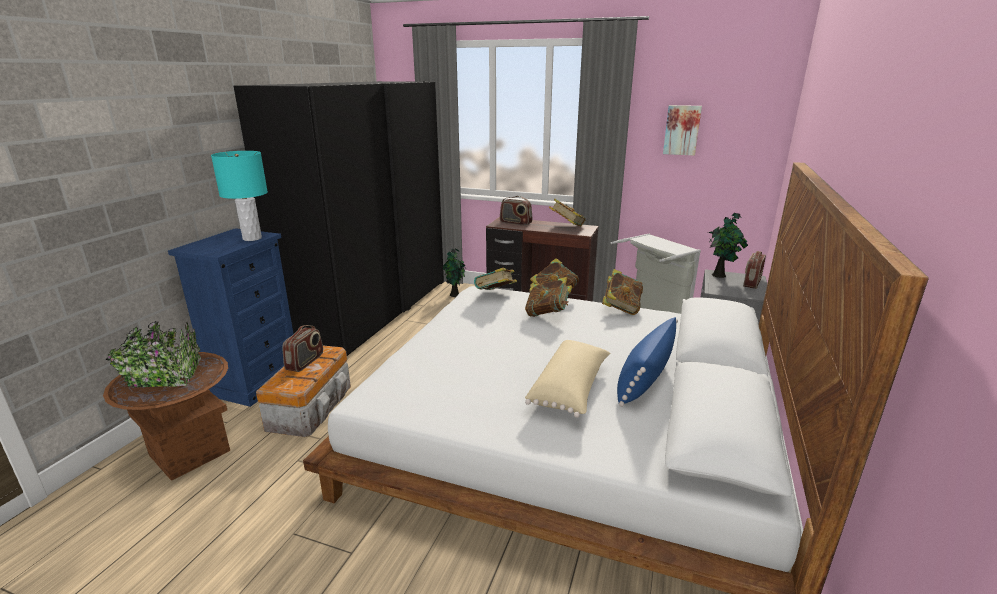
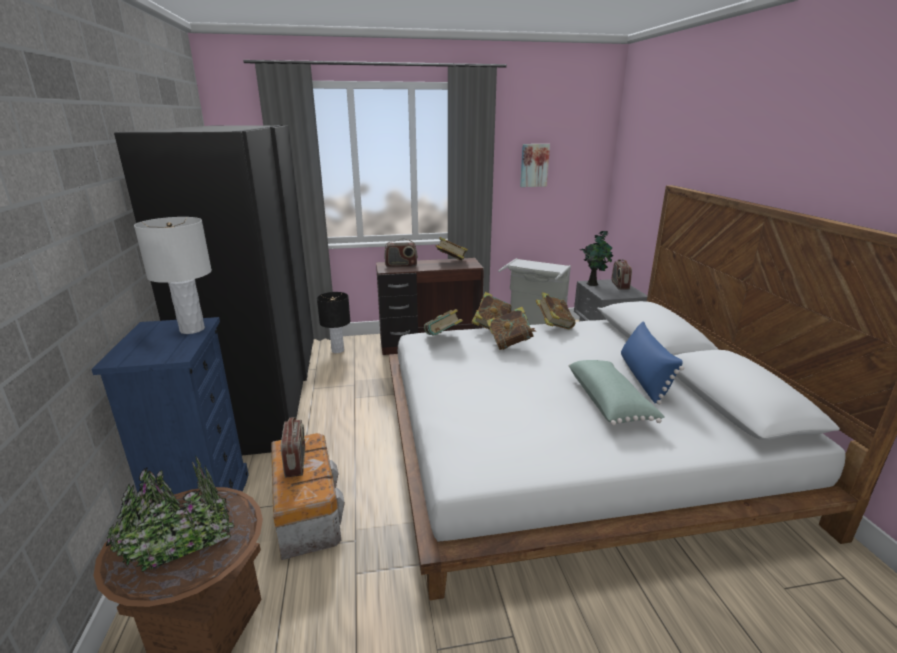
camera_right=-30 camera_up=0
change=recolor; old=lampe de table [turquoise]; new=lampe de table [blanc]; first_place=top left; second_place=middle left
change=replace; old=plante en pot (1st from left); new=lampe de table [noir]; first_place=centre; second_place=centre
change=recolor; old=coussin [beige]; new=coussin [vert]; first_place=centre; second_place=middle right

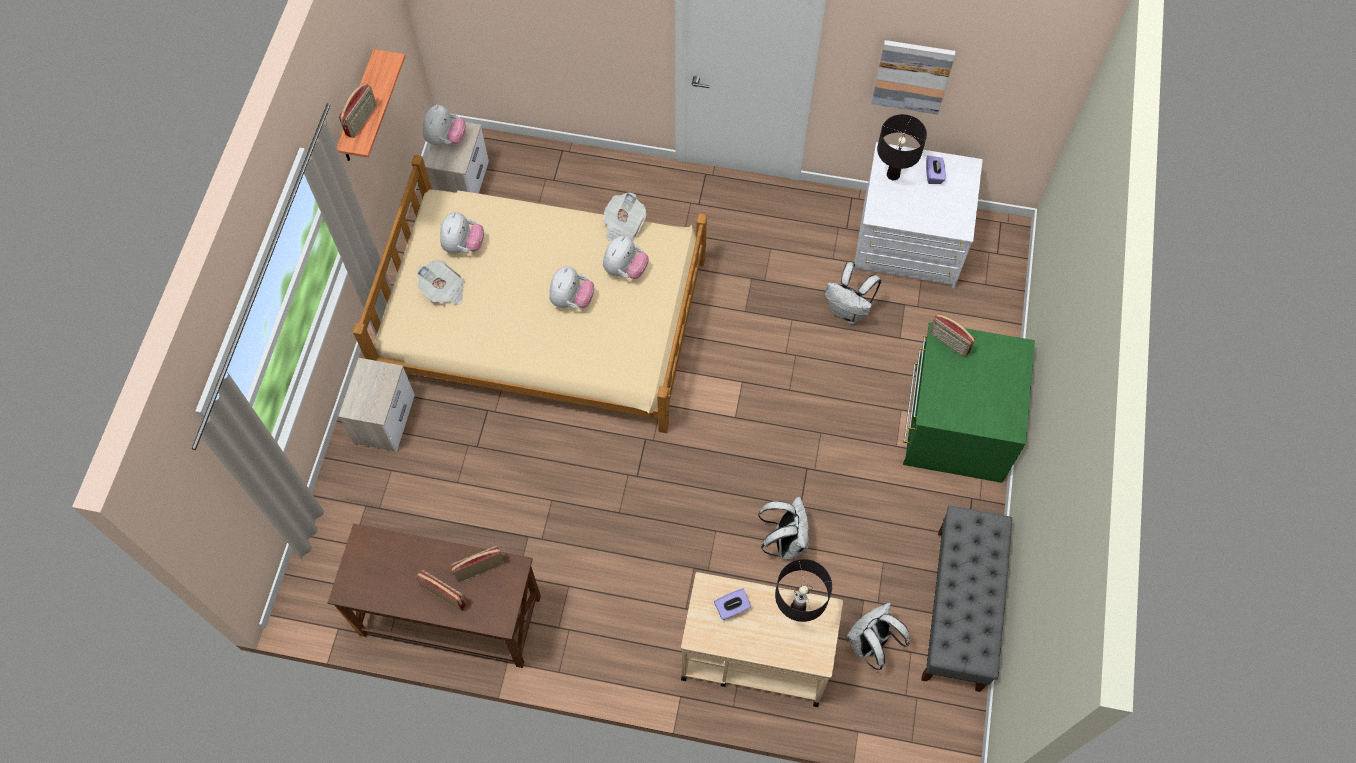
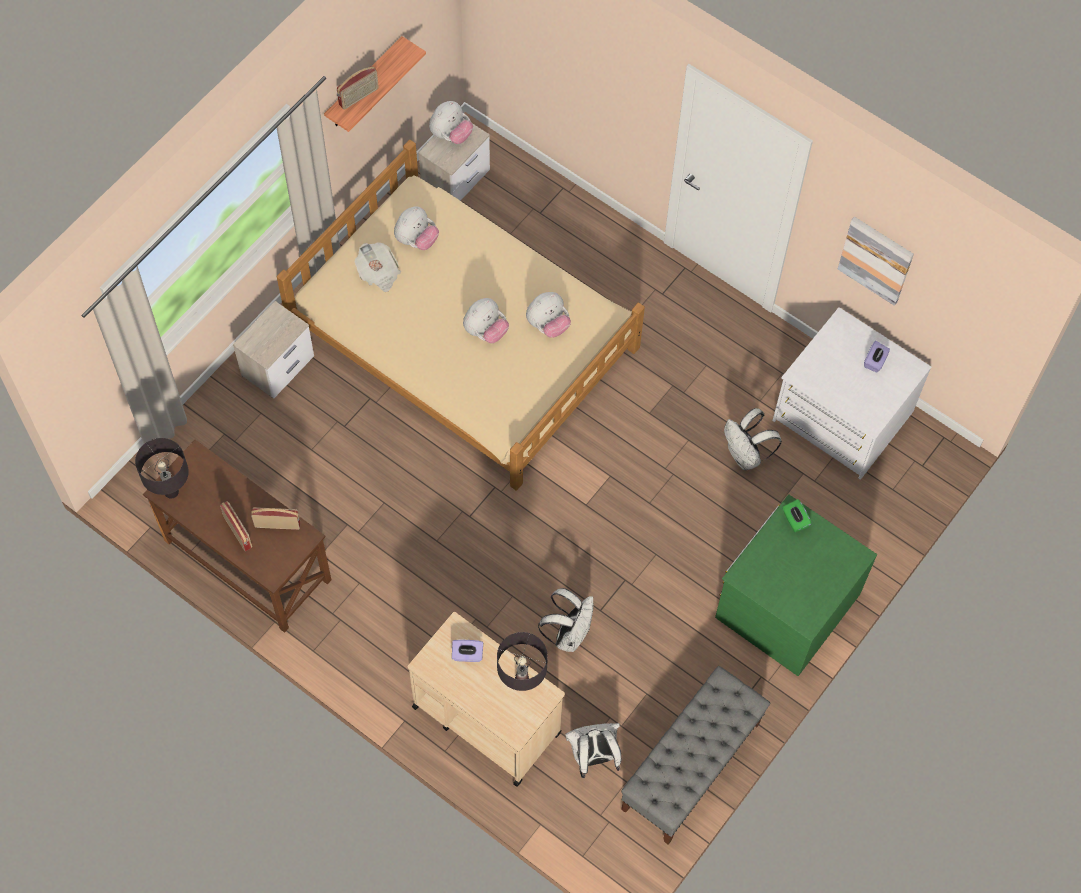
camera_right=25 camera_up=0
change=delete; old=journal (2nd from left); first_place=top centre
change=move; old=lampe de table [noir] (2nd from left in the first image); new=lampe de table [noir] (1st from left); first_place=top centre; second_place=middle left
change=replace; old=radio (4th from left); new=boîte à mouchoirs [vert]; first_place=middle right; second_place=middle right

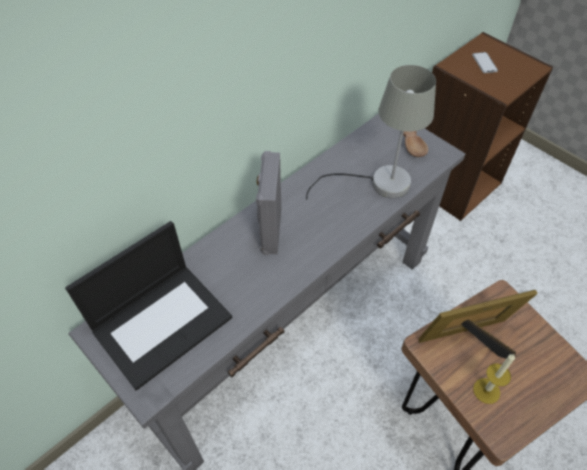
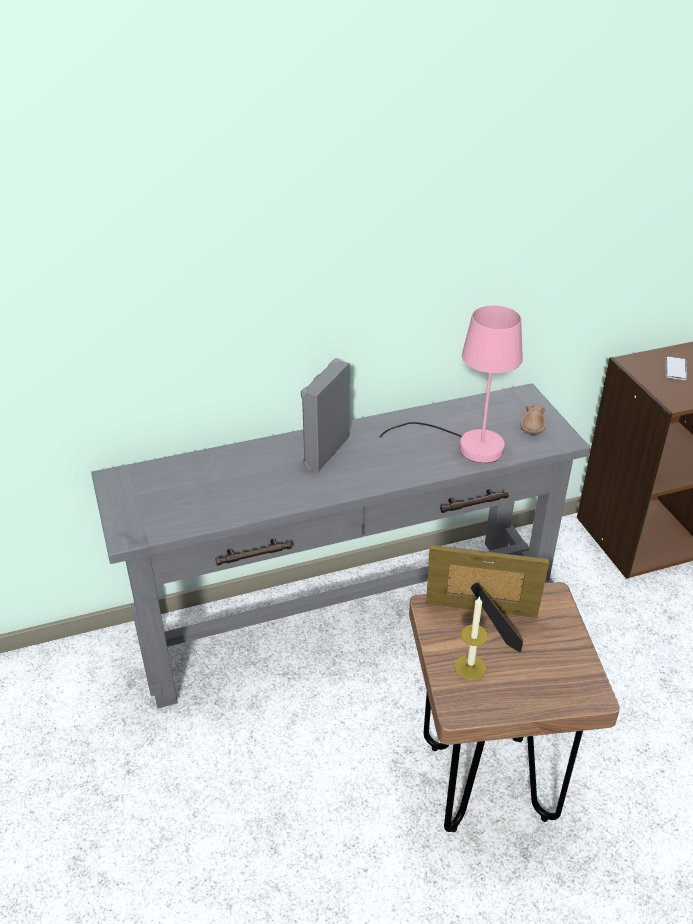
camera_right=25 camera_up=-15
change=delete; old=ordinateur portable; first_place=middle left
change=recolor; old=lampe de table [gris]; new=lampe de table [rose]; first_place=top centre; second_place=centre

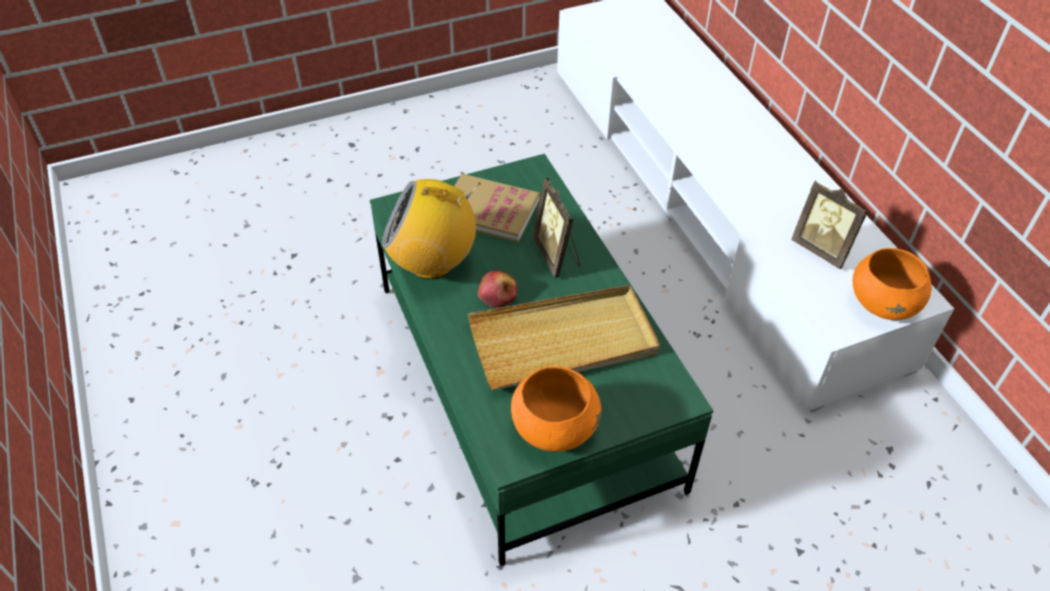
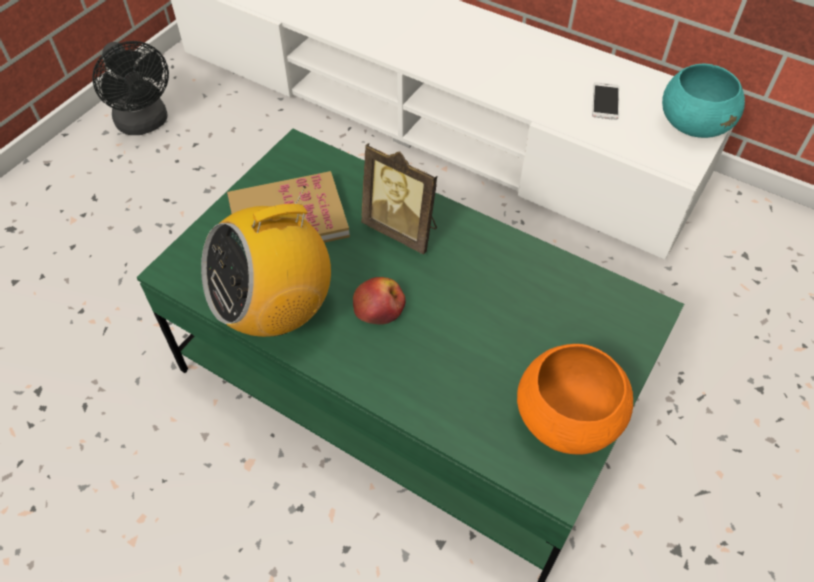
camera_right=-35 camera_up=5
change=delete; old=plateau [beige]; first_place=centre
change=replace; old=cadre photo (2nd from left); new=téléphone; first_place=middle right; second_place=top right
change=recolor; old=bol [orange] (2nd from left); new=bol [turquoise]; first_place=middle right; second_place=top right
change=insert; new=ventilateur [noir]; second_place=top left

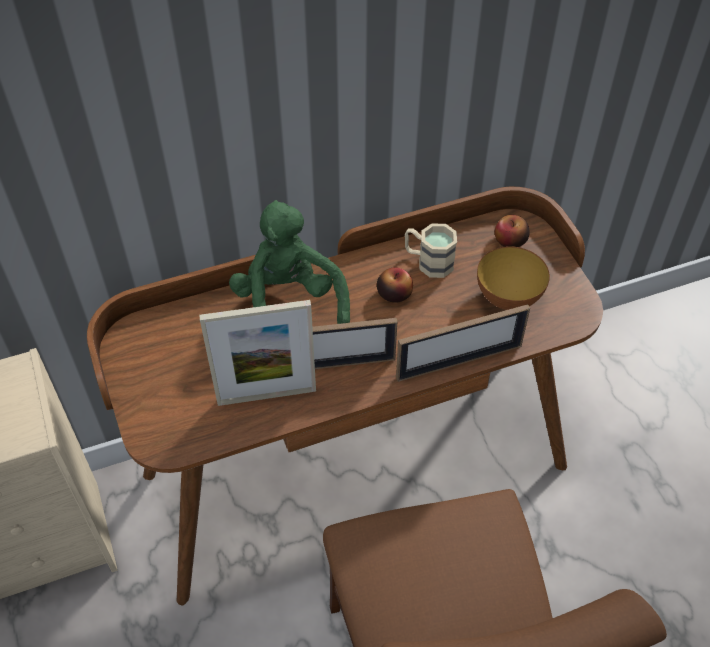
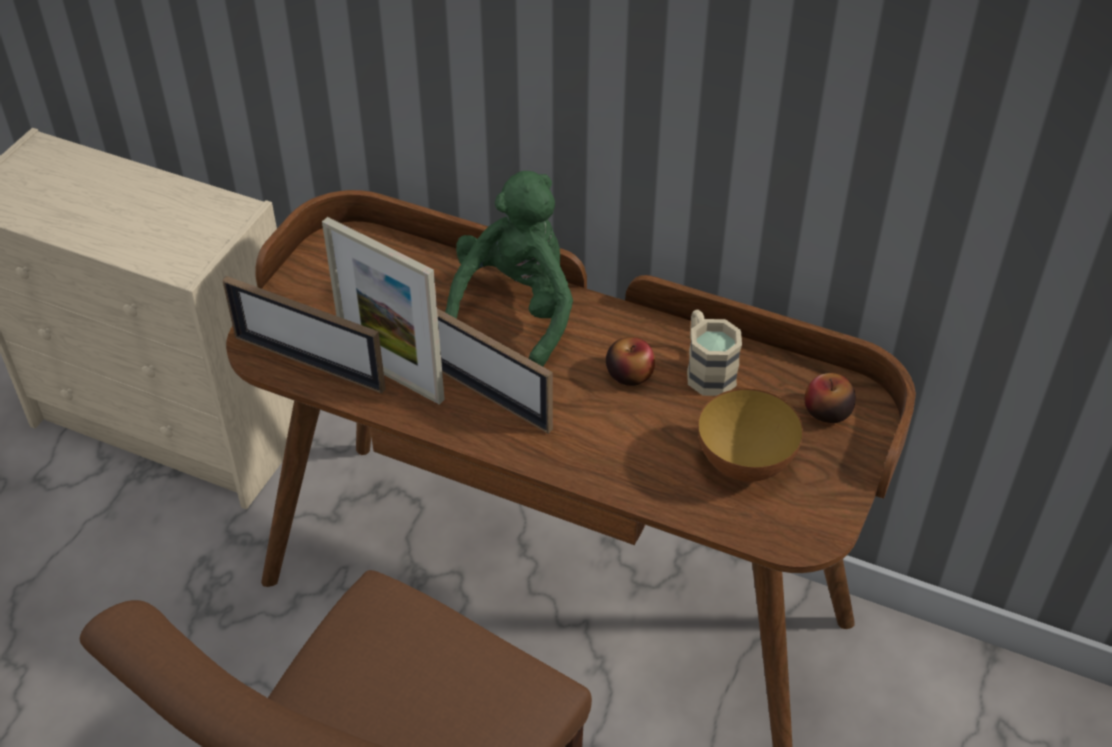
camera_right=45 camera_up=-5
change=move; old=cadre photo (3rd from left in the first image); new=cadre photo (1st from left); first_place=centre; second_place=middle left

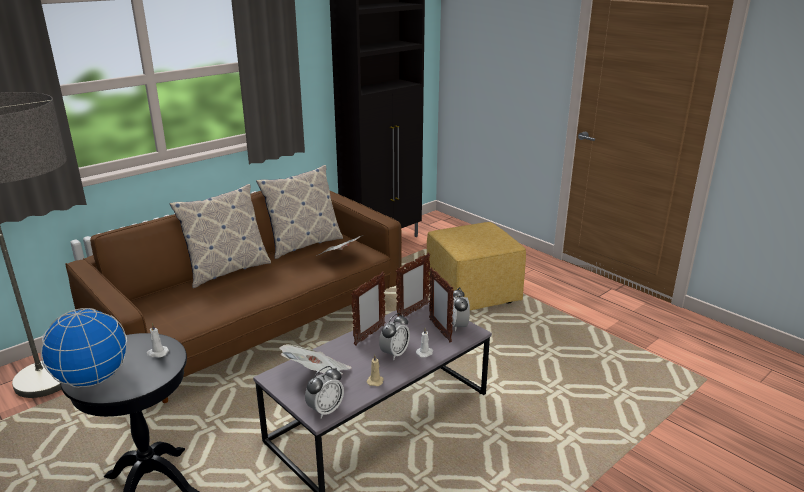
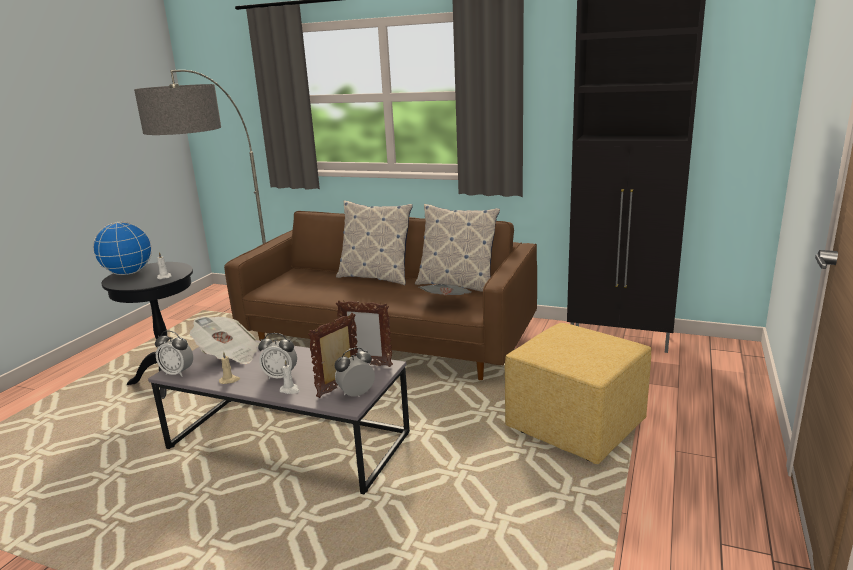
camera_right=65 camera_up=-5
change=delete; old=cadre photo (1st from left); first_place=centre

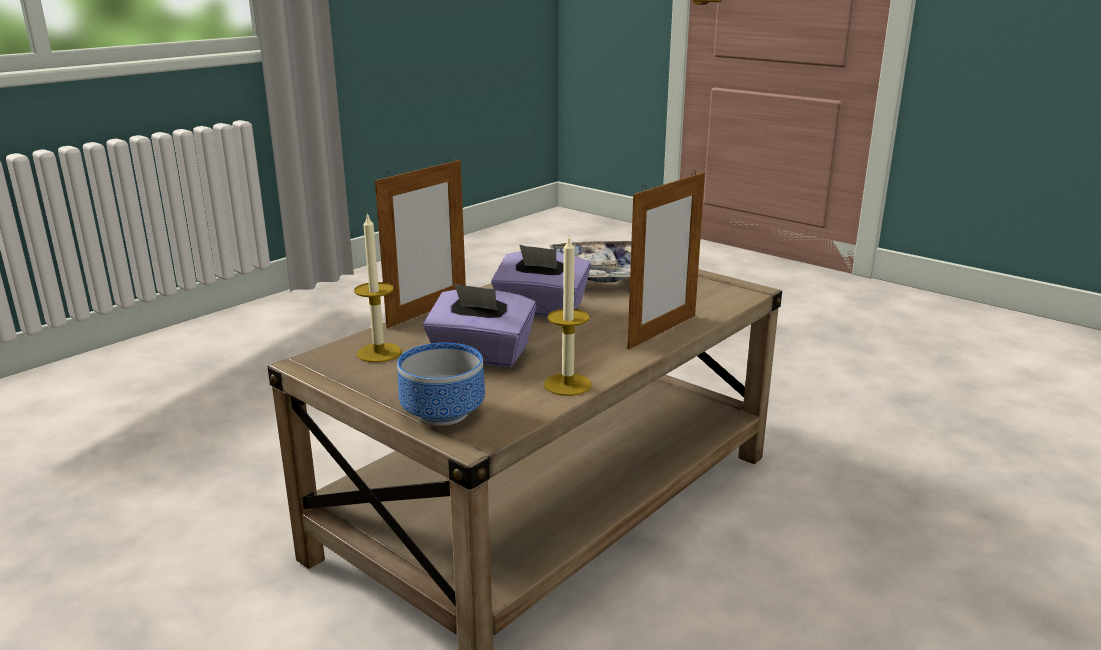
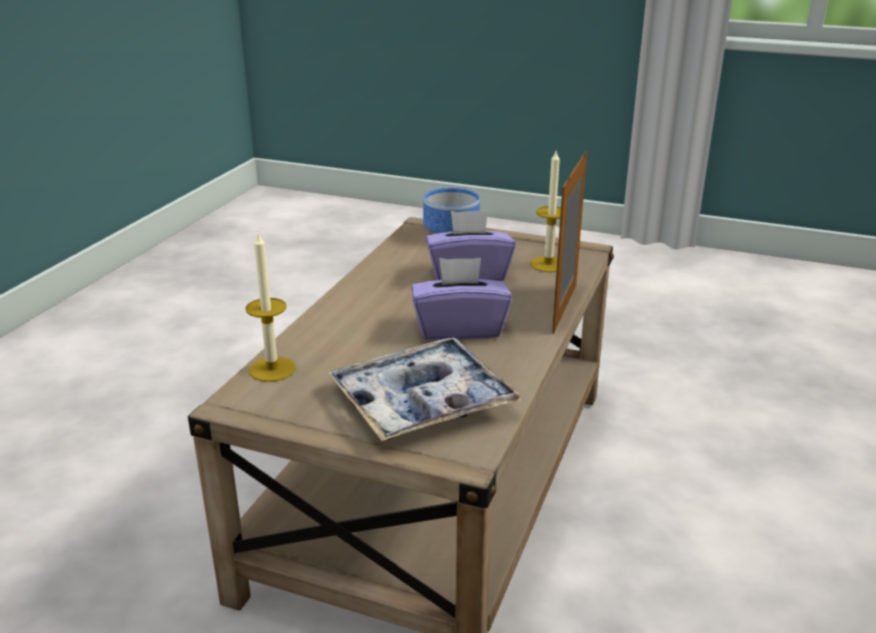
camera_right=160 camera_up=5
change=move; old=bougie (2nd from left in the first image); new=bougie (1st from left); first_place=centre; second_place=middle left
change=delete; old=cadre photo (2nd from left); first_place=centre

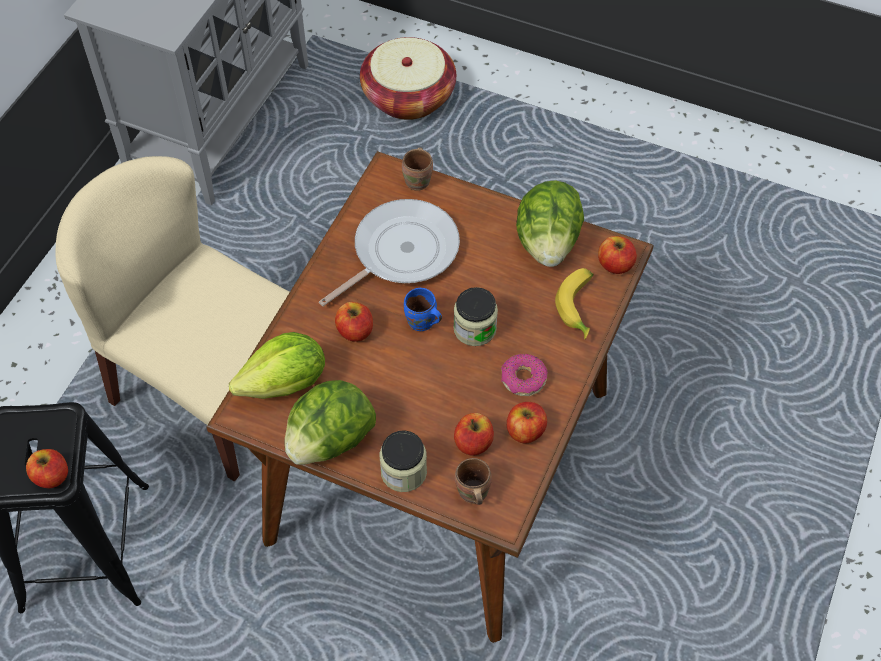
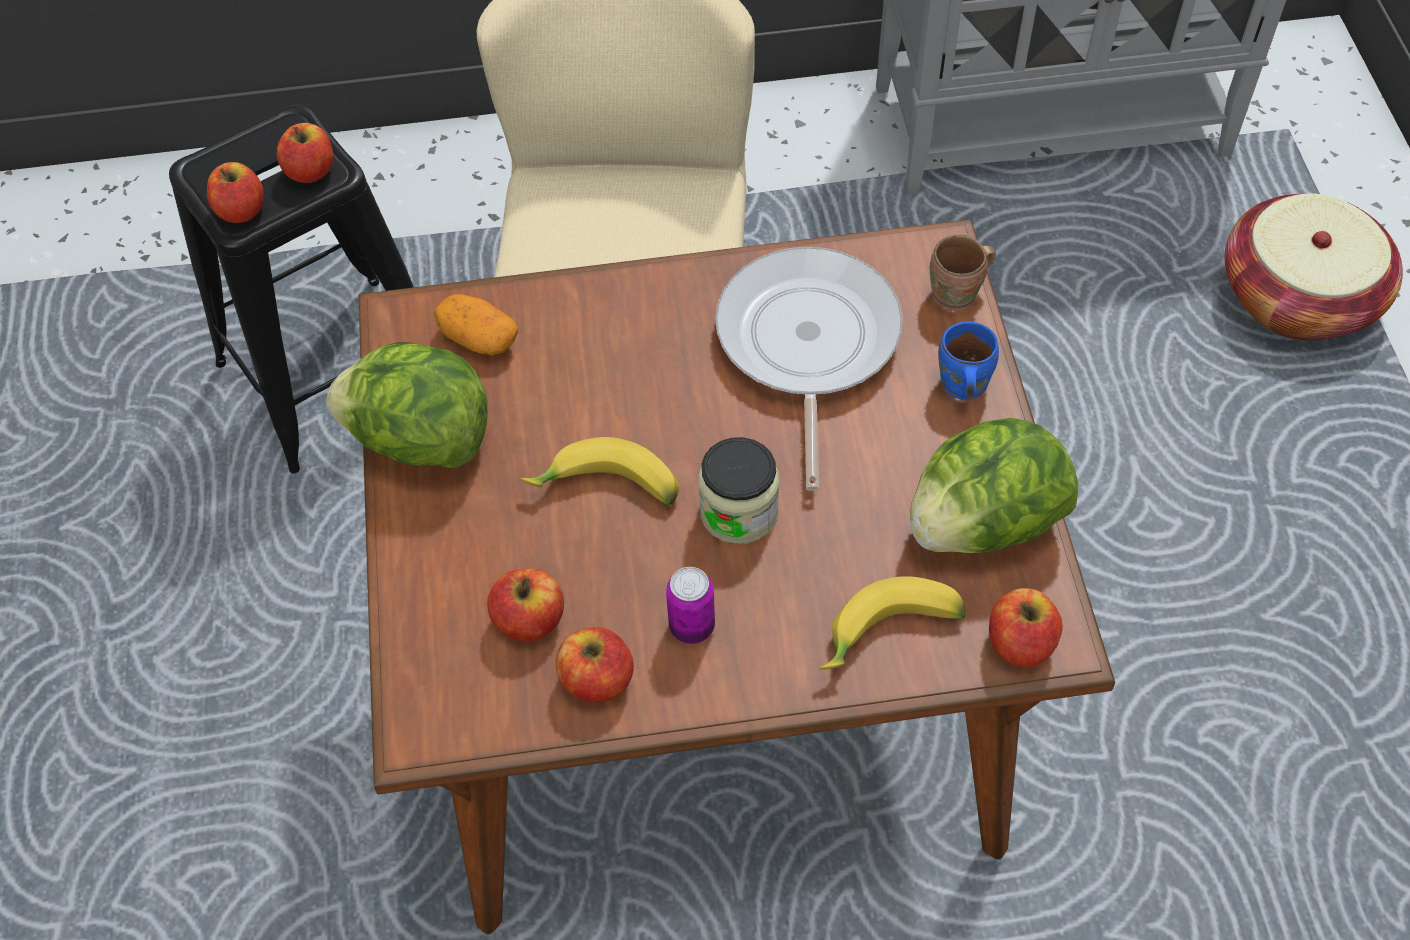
camera_right=60 camera_up=0
change=replace; old=laitue (1st from left); new=pomme de terre; first_place=middle left; second_place=centre
change=rotate; old=poêle; first_place=centre; second_place=centre; degrees=-105
change=move; old=pomme (2nd from left); first_place=centre; second_place=top left
change=delete; old=bocal (1st from left); first_place=bottom centre
change=move; old=mug [bleu]; first_place=centre; second_place=middle right
change=delete; old=mug [marron] (2nd from left); first_place=bottom centre
change=replace; old=beignet; new=boîte métallique; first_place=centre; second_place=centre
change=insert; new=banane (1st from left); second_place=centre

